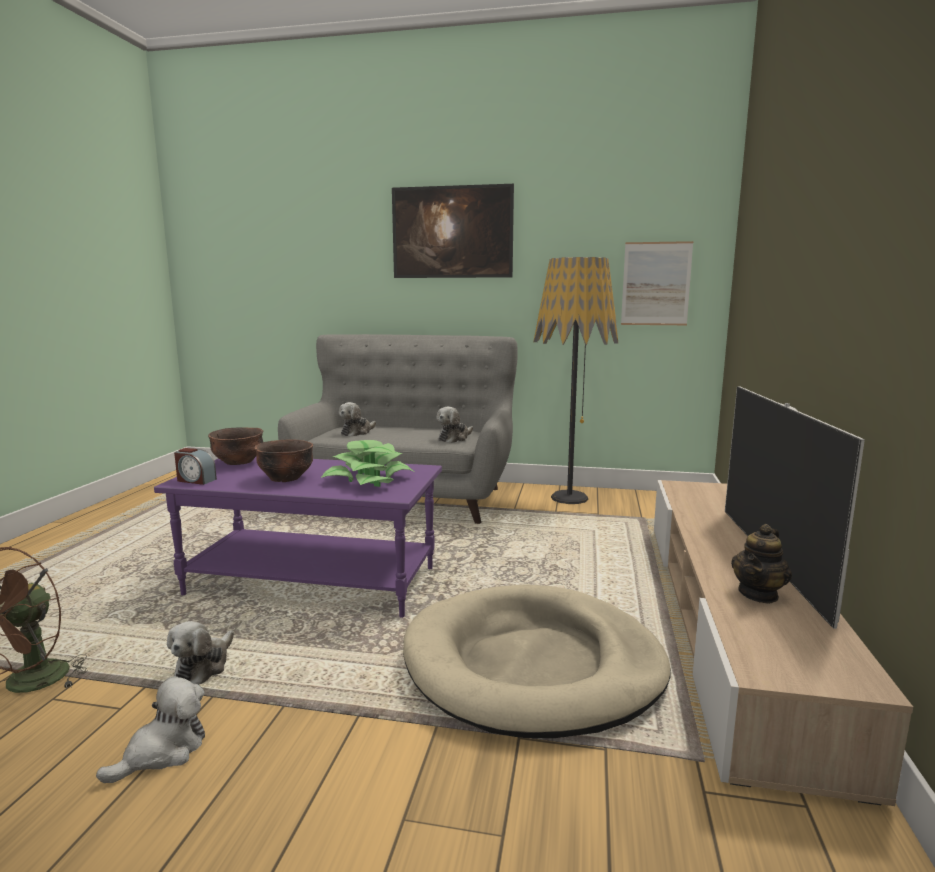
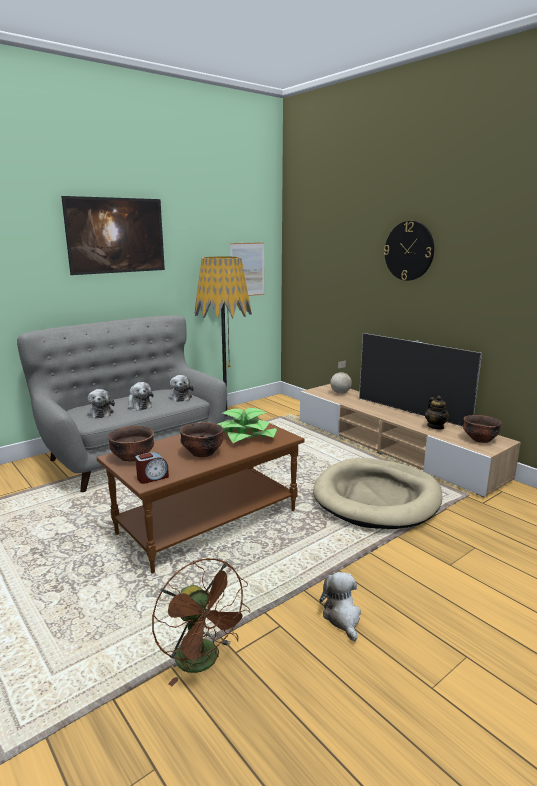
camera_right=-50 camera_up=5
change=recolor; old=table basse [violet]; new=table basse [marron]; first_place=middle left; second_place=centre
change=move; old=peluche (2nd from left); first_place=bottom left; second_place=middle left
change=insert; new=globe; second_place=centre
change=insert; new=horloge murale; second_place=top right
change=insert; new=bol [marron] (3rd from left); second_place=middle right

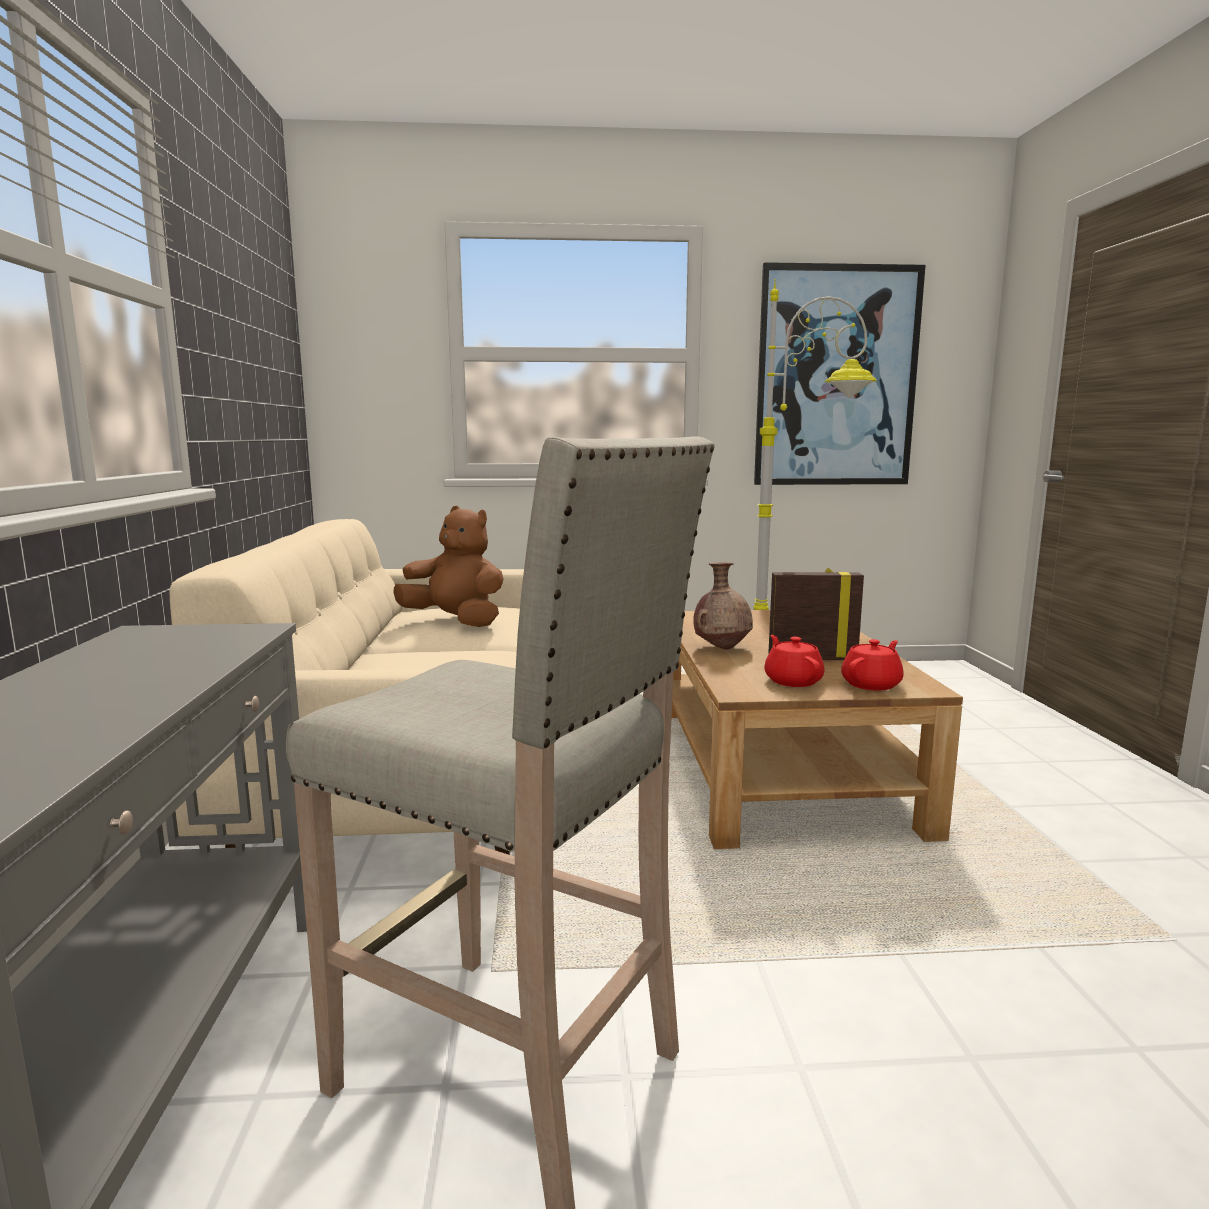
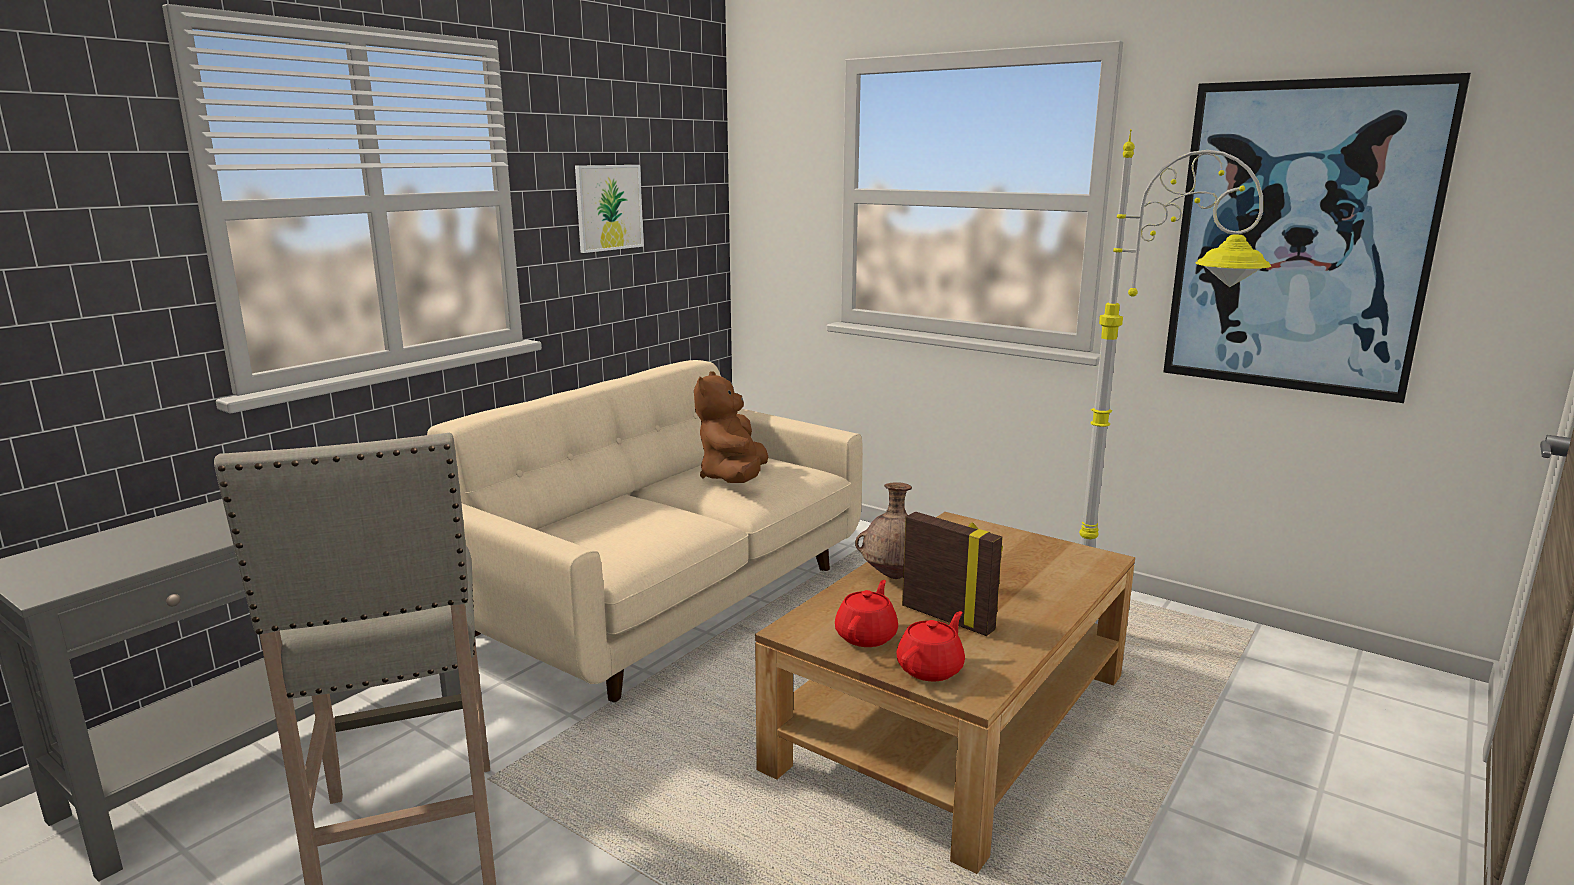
camera_right=40 camera_up=5
change=rotate; old=peluche [marron]; first_place=centre; second_place=centre; degrees=-150
change=rotate; old=théière [rouge] (2nd from left); first_place=middle right; second_place=bottom centre; degrees=-45
change=insert; new=tableau (1st from left); second_place=top centre

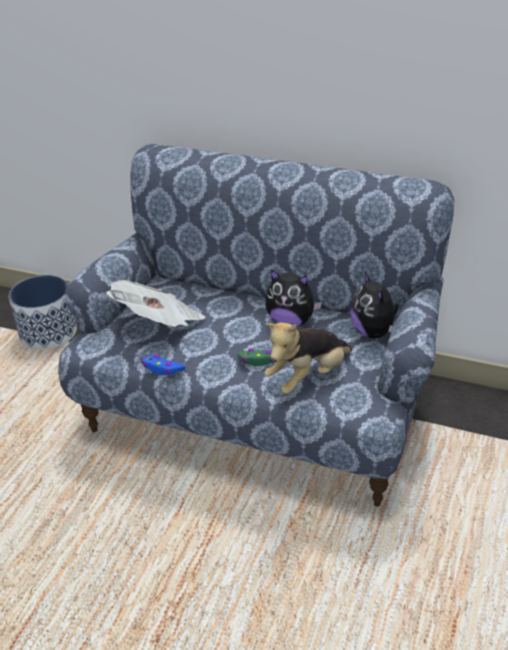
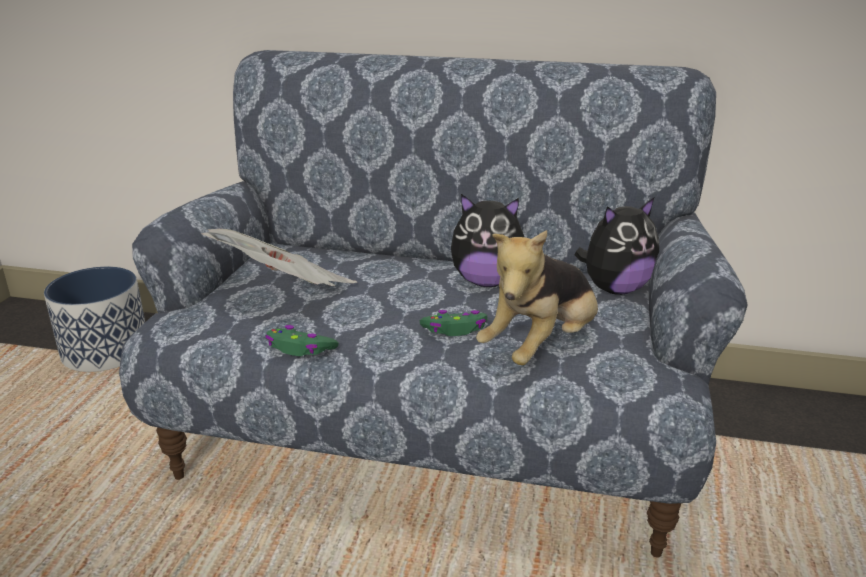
camera_right=-10 camera_up=-10
change=recolor; old=manette [bleu]; new=manette [vert] (1st from left); first_place=middle left; second_place=centre
change=rotate; old=peluche (3rd from left); first_place=middle right; second_place=middle right; degrees=-90

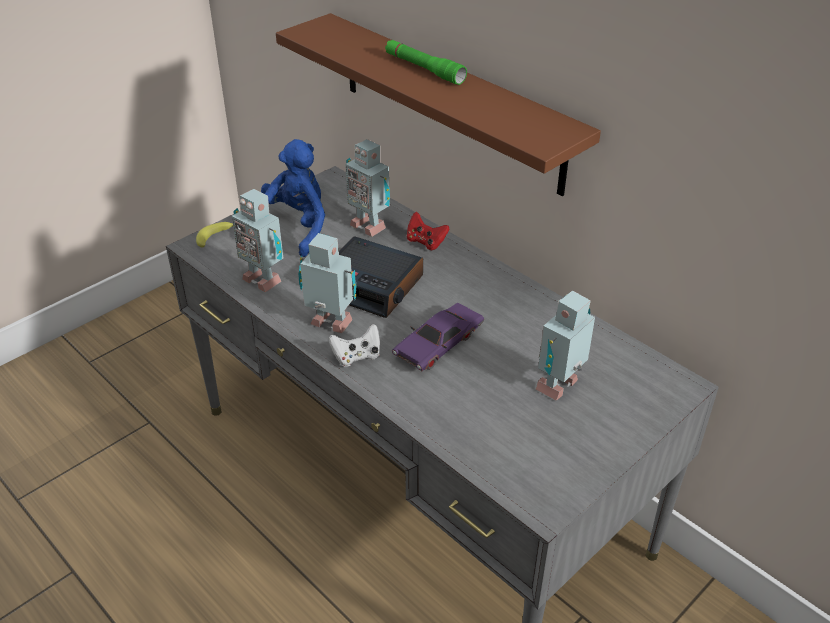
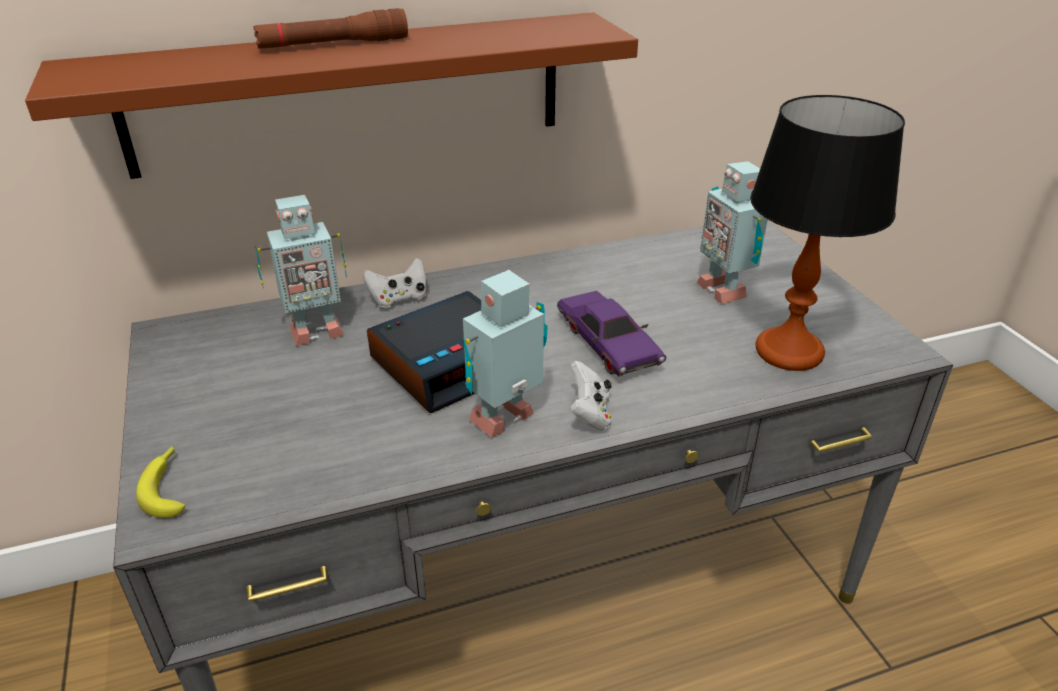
camera_right=-65 camera_up=-5
change=delete; old=robot jouet (1st from left); first_place=middle left
change=delete; old=peluche [bleu]; first_place=top centre
change=recolor; old=lampe de poche [vert]; new=lampe de poche [marron]; first_place=top centre; second_place=top left
change=recolor; old=manette [rouge]; new=manette [blanc] (1st from left); first_place=centre; second_place=centre
change=insert; new=lampe de table; second_place=middle right

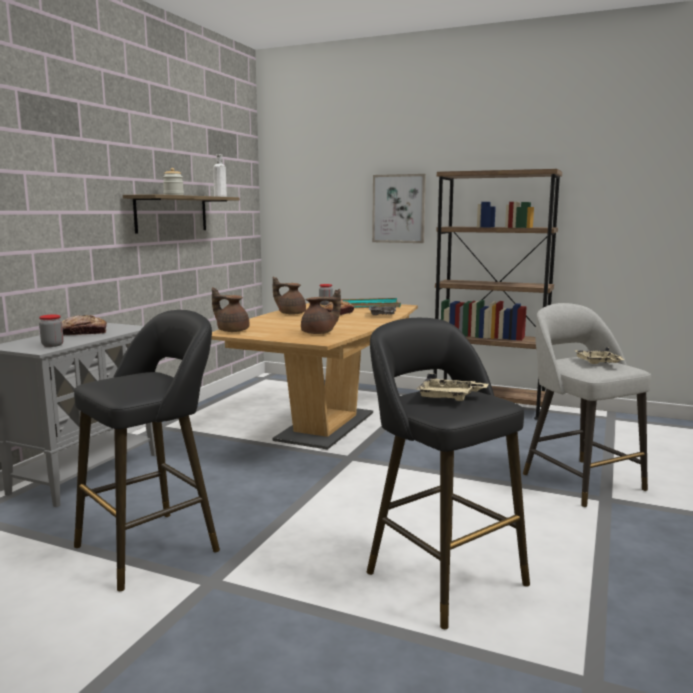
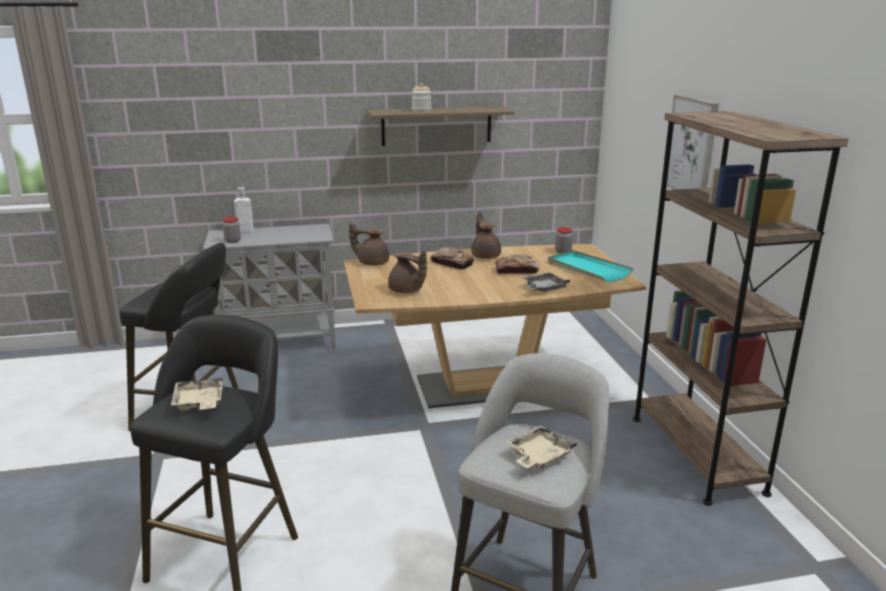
camera_right=55 camera_up=10
change=move; old=pain (1st from left); first_place=middle left; second_place=centre
change=rotate; old=théière [marron] (1st from left); first_place=centre; second_place=centre; degrees=-75
change=move; old=bouteille [blanc]; first_place=top left; second_place=middle left

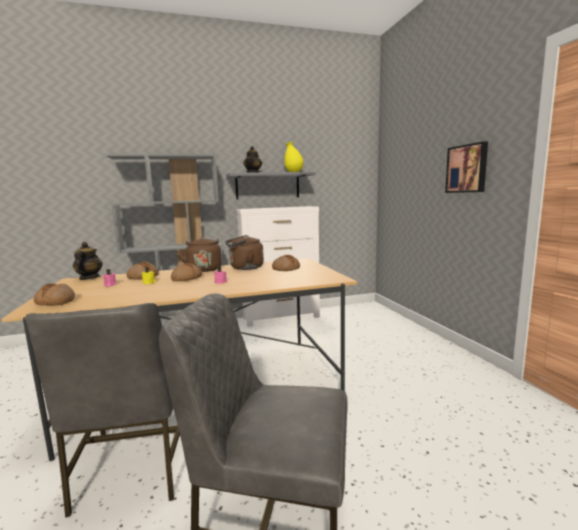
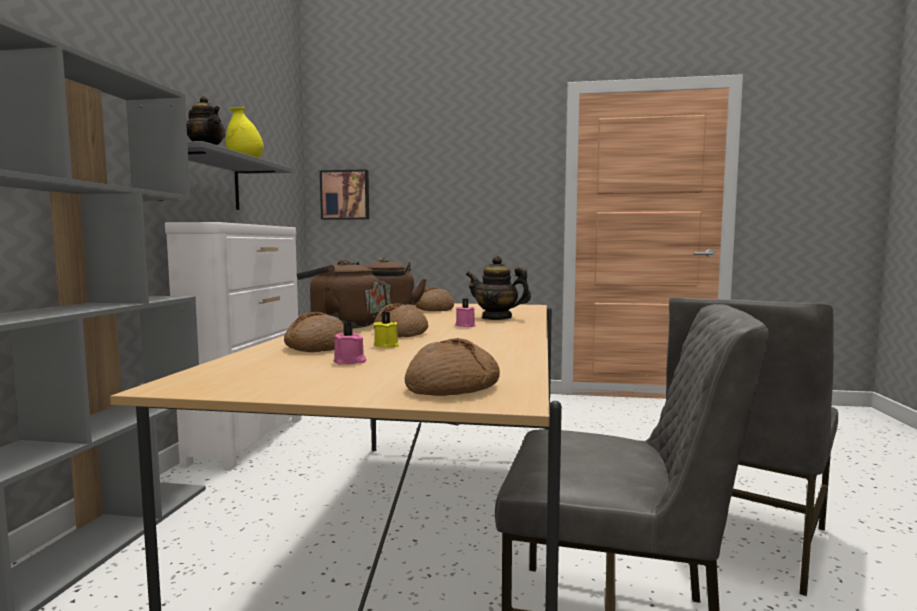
camera_right=-65 camera_up=-5
change=move; old=théière (1st from left in the first image); new=théière (2nd from left); first_place=middle left; second_place=centre
change=move; old=tableau; first_place=top right; second_place=top centre

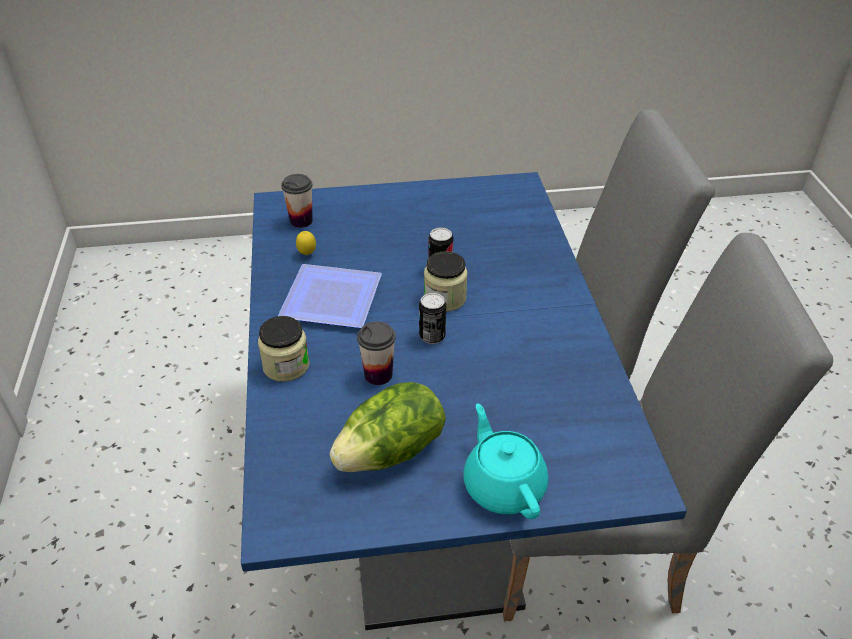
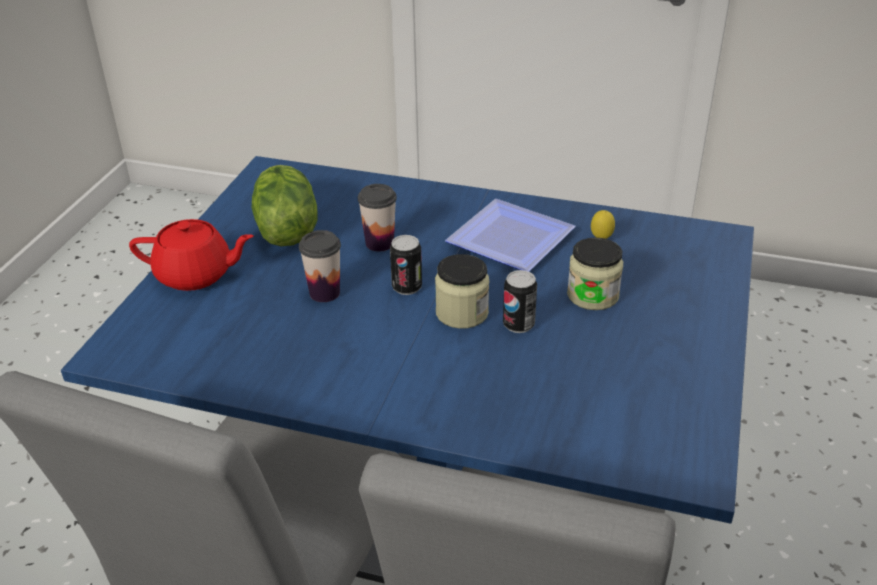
camera_right=115 camera_up=-5
change=move; old=bocal (1st from left in the first image); new=bocal (2nd from left); first_place=middle left; second_place=middle right
change=move; old=tasse (1st from left); first_place=top centre; second_place=centre
change=recolor; old=théière [turquoise]; new=théière [rouge]; first_place=bottom centre; second_place=middle left

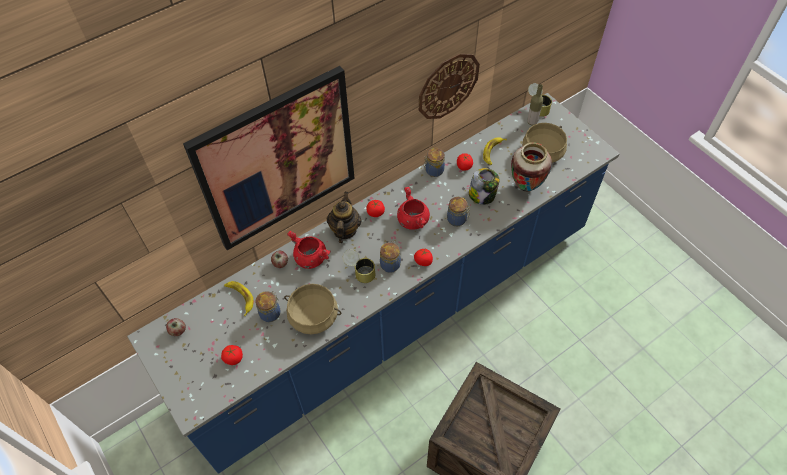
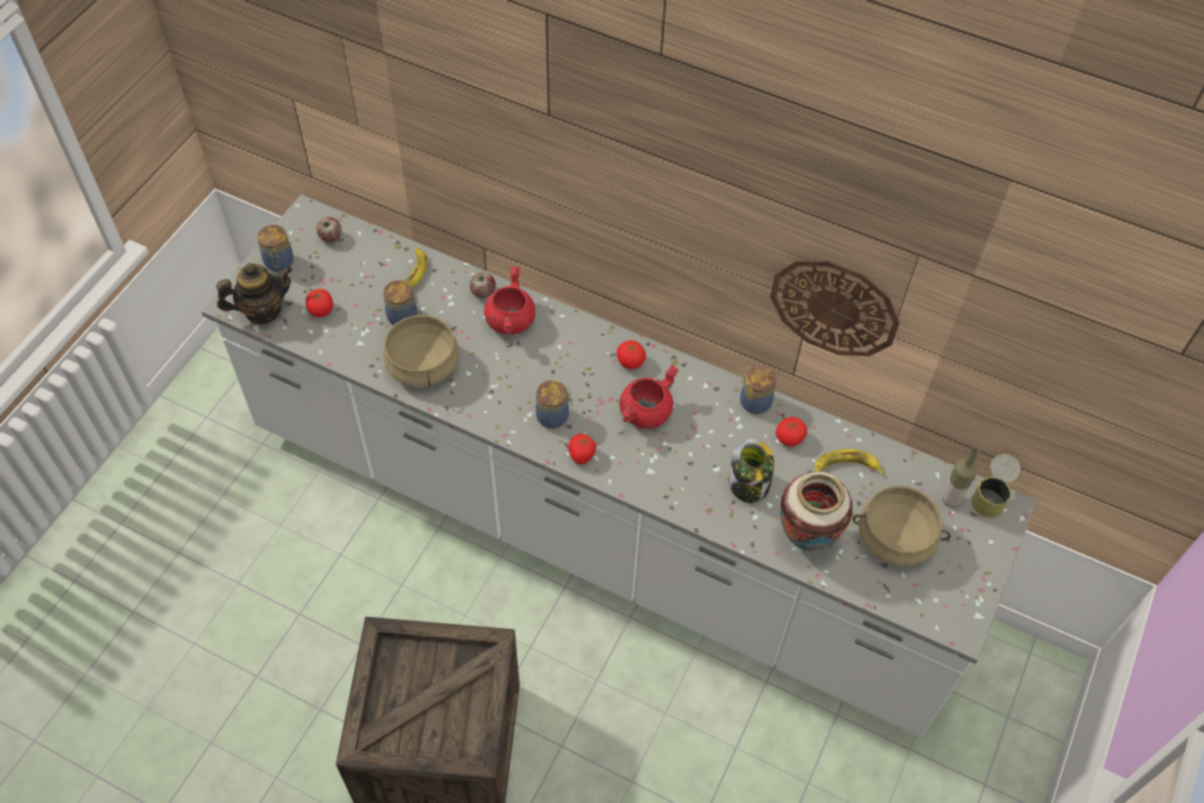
camera_right=60 camera_up=0
change=recolor; old=comptoir de cuisine [bleu]; new=comptoir de cuisine [blanc]; first_place=centre; second_place=centre
change=delete; old=tableau; first_place=top centre
change=move; old=théière; first_place=centre; second_place=middle left
change=delete; old=boîte métallique (1st from left); first_place=centre
change=move; old=bocal (4th from left in the first image); new=bocal (1st from left); first_place=centre; second_place=top left

